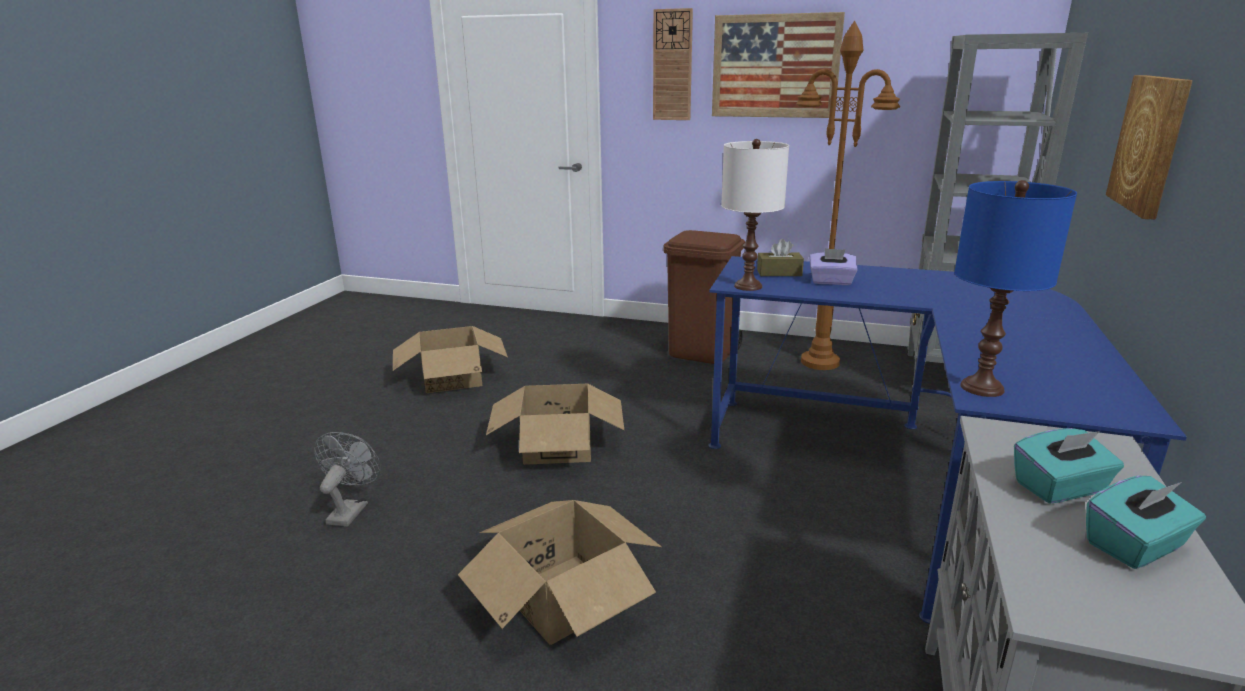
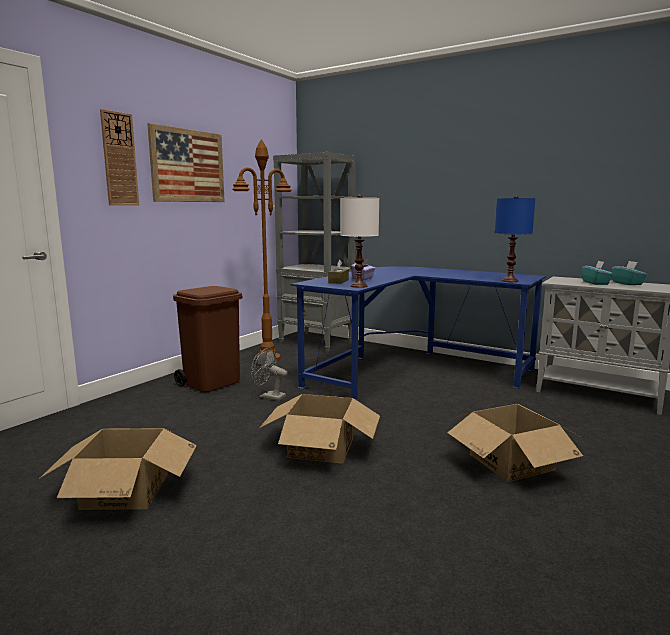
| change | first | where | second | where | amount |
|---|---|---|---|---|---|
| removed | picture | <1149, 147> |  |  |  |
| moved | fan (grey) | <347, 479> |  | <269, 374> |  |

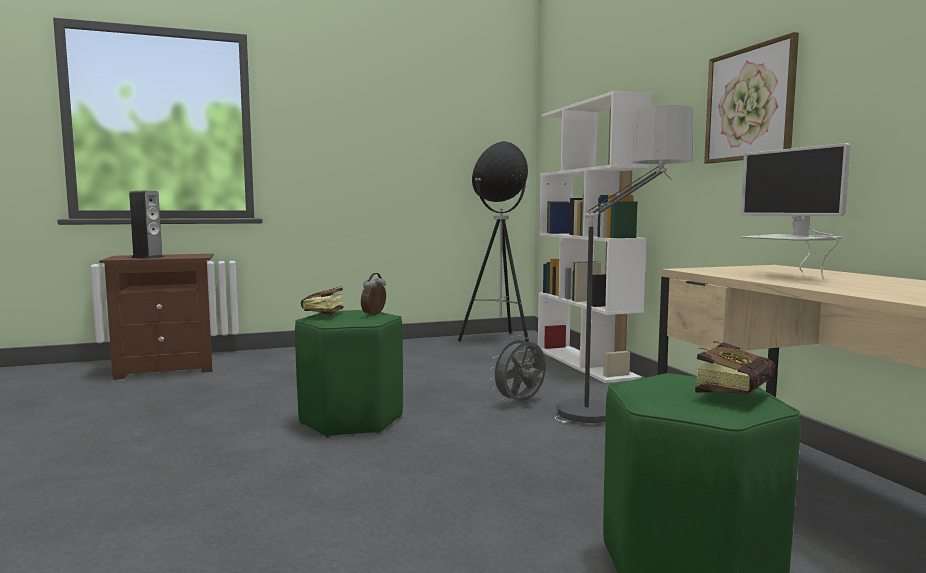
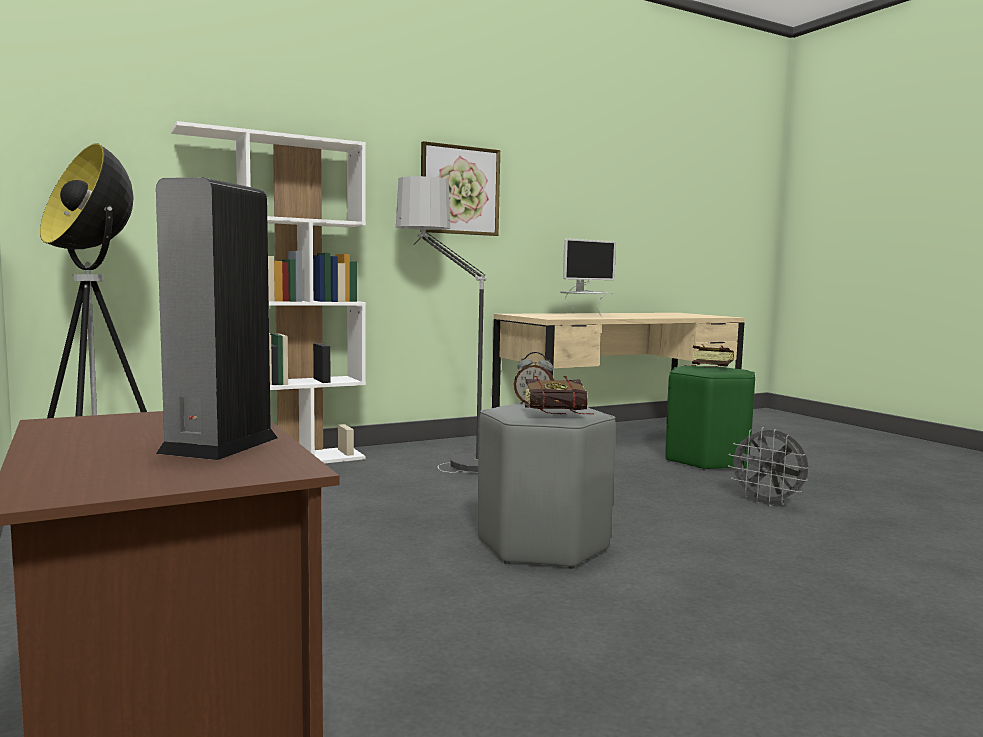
| change | first | where | second | where | amount |
|---|---|---|---|---|---|
| moved | fan (grey) | <518, 369> |  | <768, 467> |  |
| recoloured | stool (green) | <349, 374> | stool (grey) | <547, 485> |  |

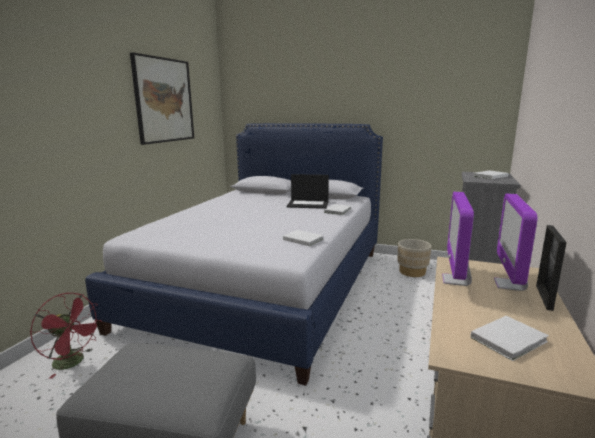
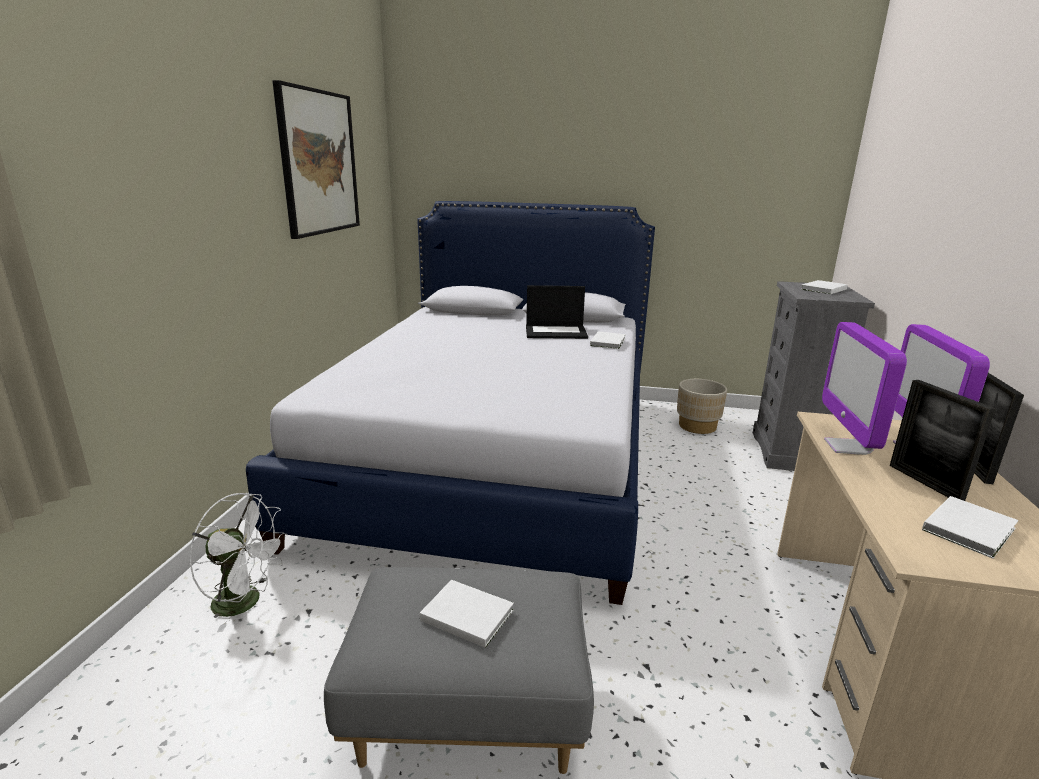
| change | first | where | second | where | amount |
|---|---|---|---|---|---|
| added |  |  | picture frame | <943, 440> |  |
| moved | book (white) | <303, 238> |  | <467, 614> |  |
| recoloured | fan (red) | <66, 336> | fan (white) | <238, 562> |  |

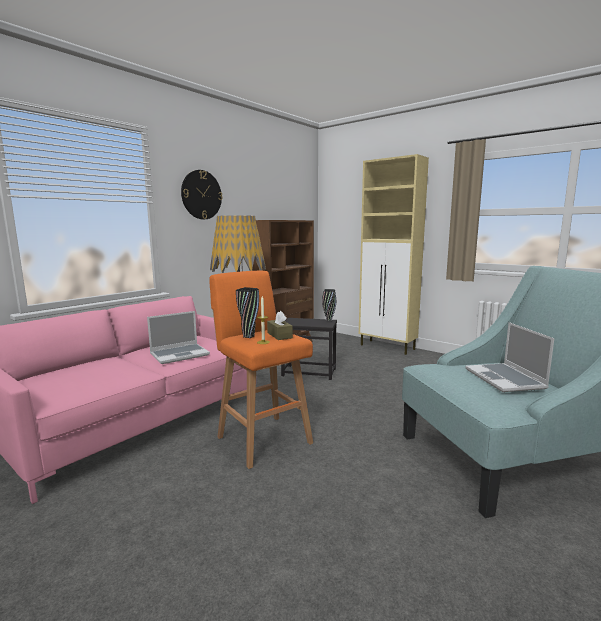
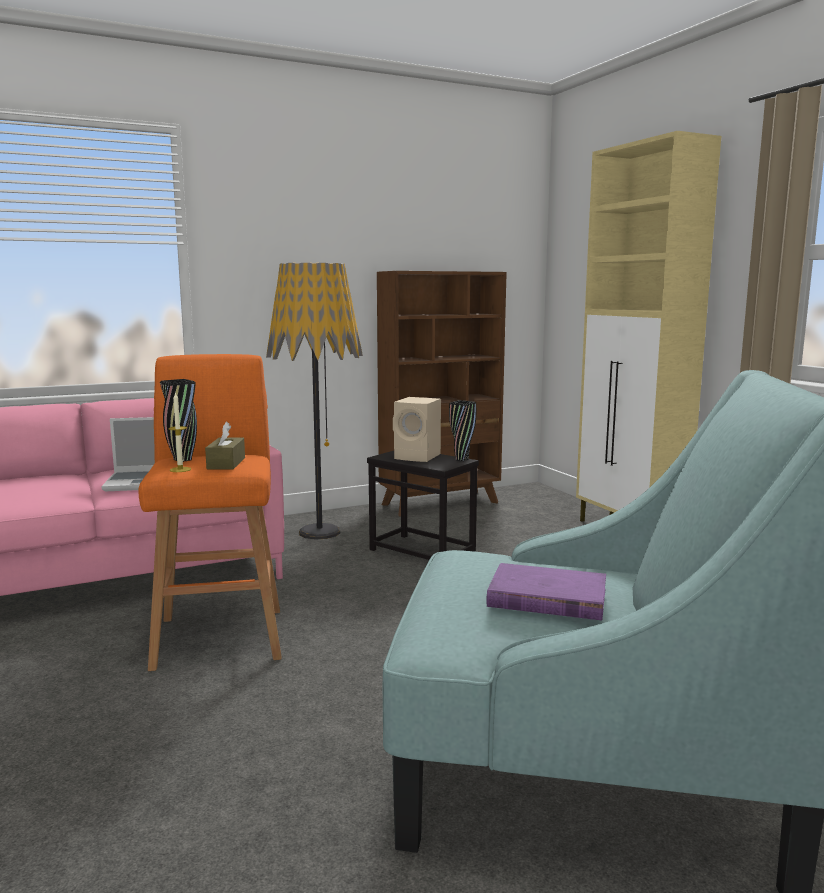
| change | first | where | second | where | amount |
|---|---|---|---|---|---|
| removed | wall clock | <202, 194> |  |  |  |
| added |  |  | speaker (beige) | <417, 429> |  |
| replaced | laptop | <510, 357> | book (purple) | <546, 591> |  |

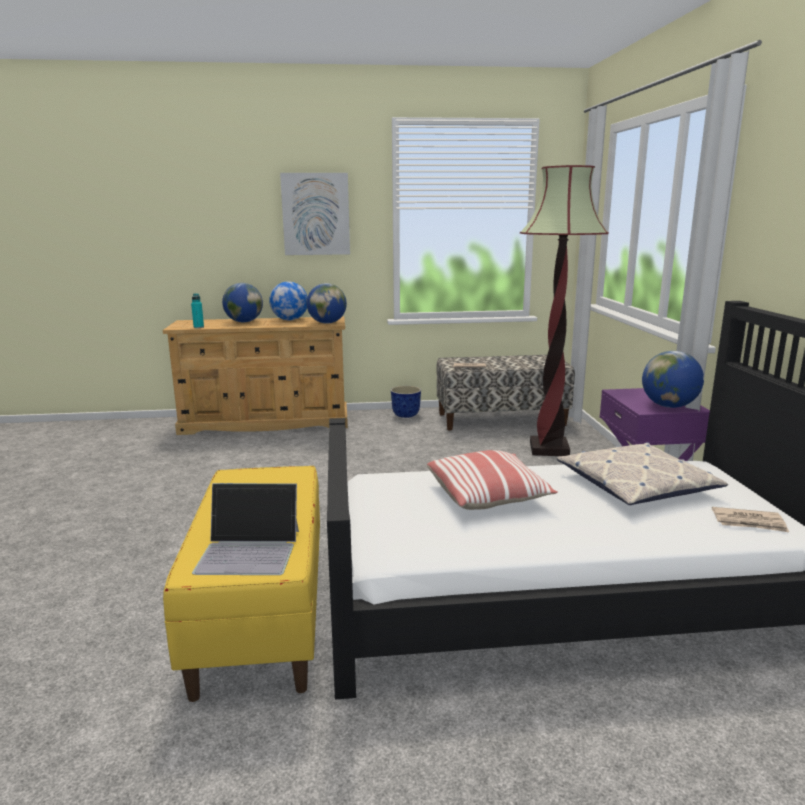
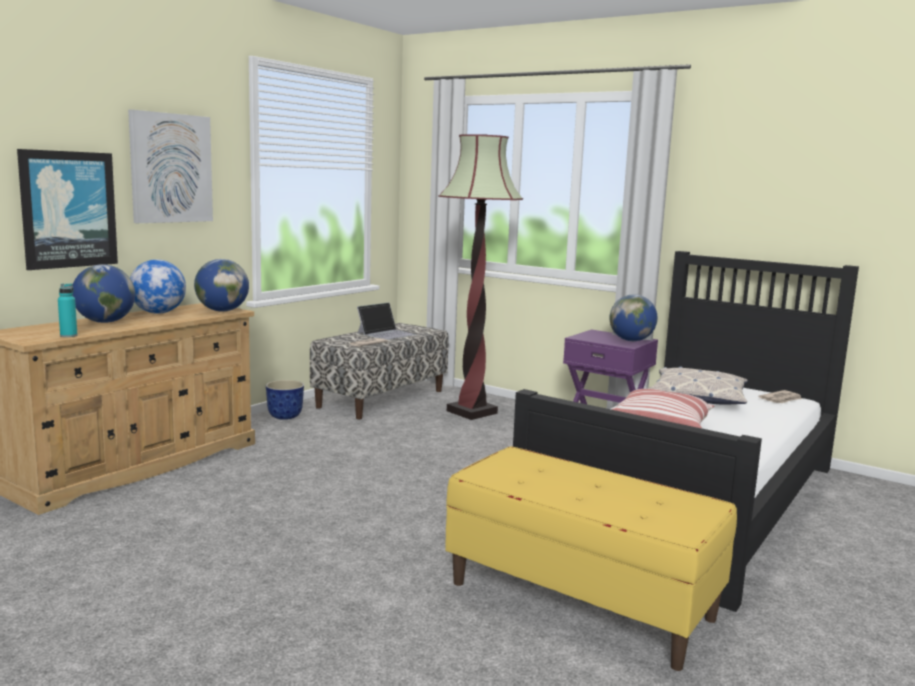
| change | first | where | second | where | amount |
|---|---|---|---|---|---|
| added |  |  | picture | <67, 209> |  |
| moved | laptop | <245, 529> |  | <386, 321> |  |

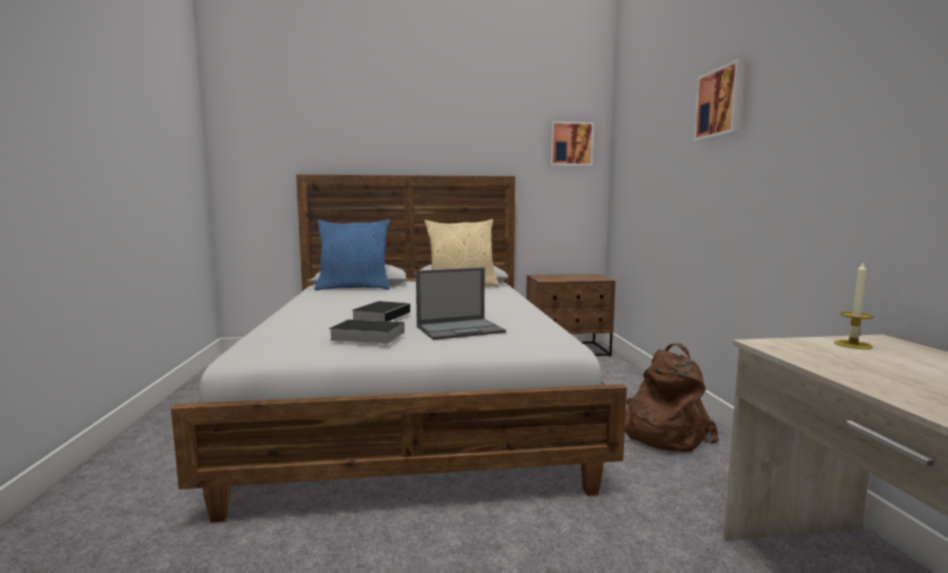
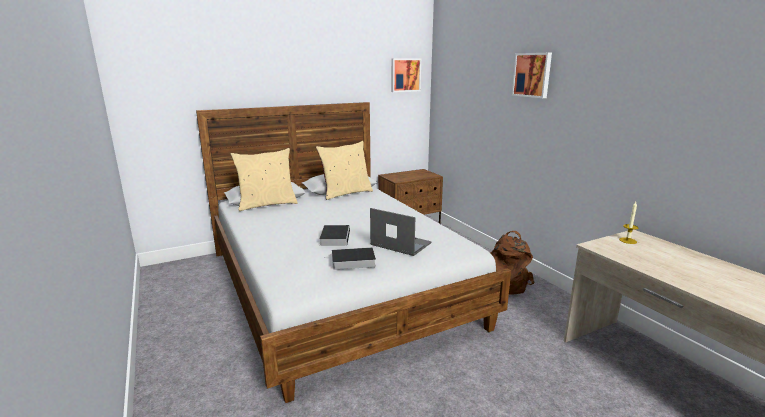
| change | first | where | second | where | amount |
|---|---|---|---|---|---|
| recoloured | pillow (blue) | <352, 255> | pillow (beige) | <264, 179> |  |
| turned | laptop | <461, 304> |  | <401, 232> | 105 degrees counterclockwise |

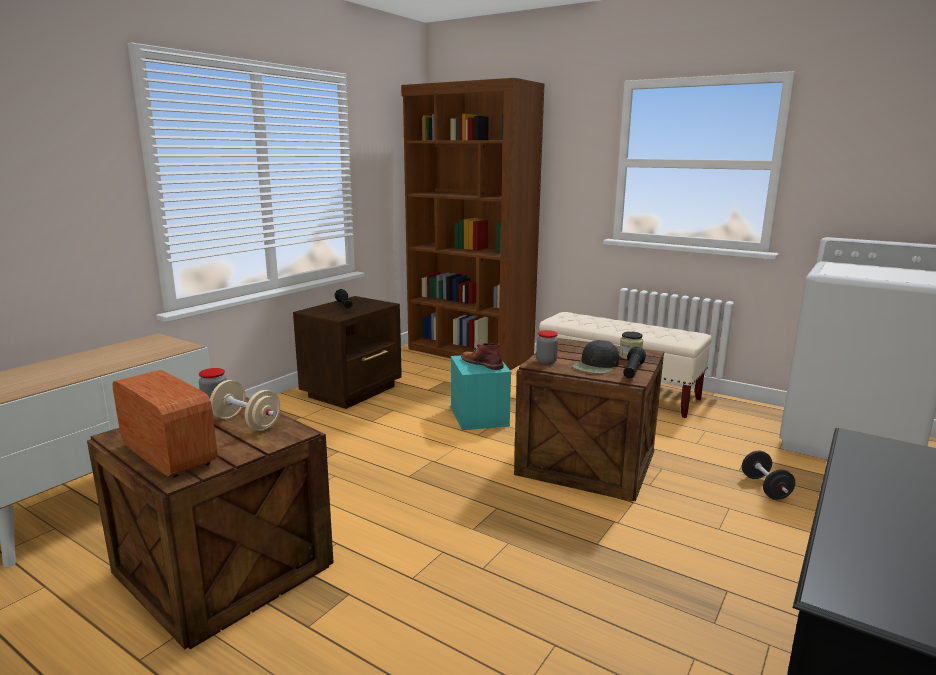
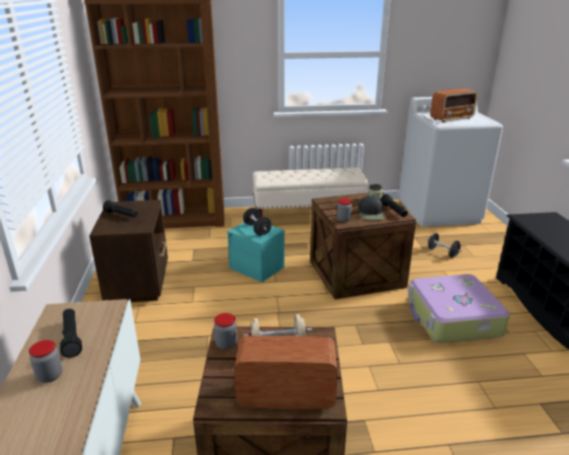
| change | first | where | second | where | amount |
|---|---|---|---|---|---|
| added |  |  | jar | <46, 361> |  |
| added |  |  | flashlight (black) | <71, 333> |  |
| added |  |  | suitcase | <458, 308> |  |
| added |  |  | radio | <454, 105> |  |
| replaced | boot (brown) | <482, 356> | dumbbell (black) | <257, 222> |  |

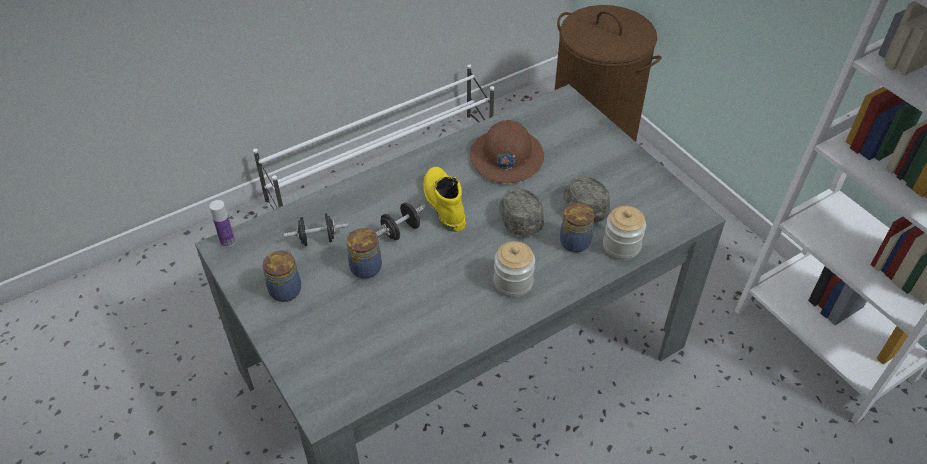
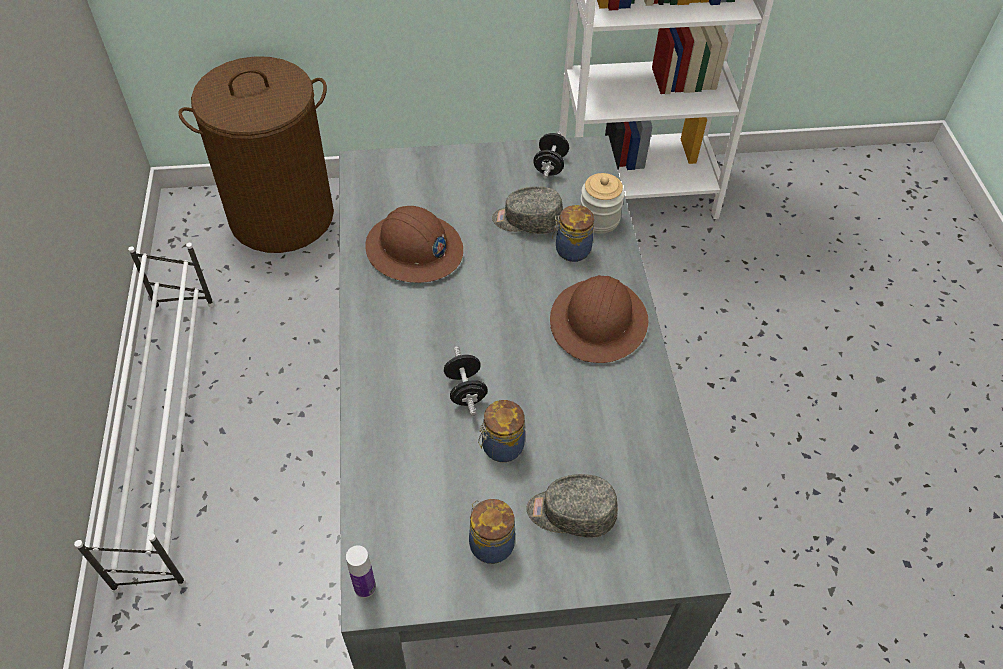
| change | first | where | second | where | amount |
|---|---|---|---|---|---|
| removed | boot (yellow) | <444, 199> |  |  |  |
| moved | dumbbell (black) | <316, 229> |  | <551, 155> |  |
| moved | cap (grey) | <521, 212> |  | <572, 506> |  |
| replaced | jar | <514, 269> | hard hat (brown) | <599, 319> |  |

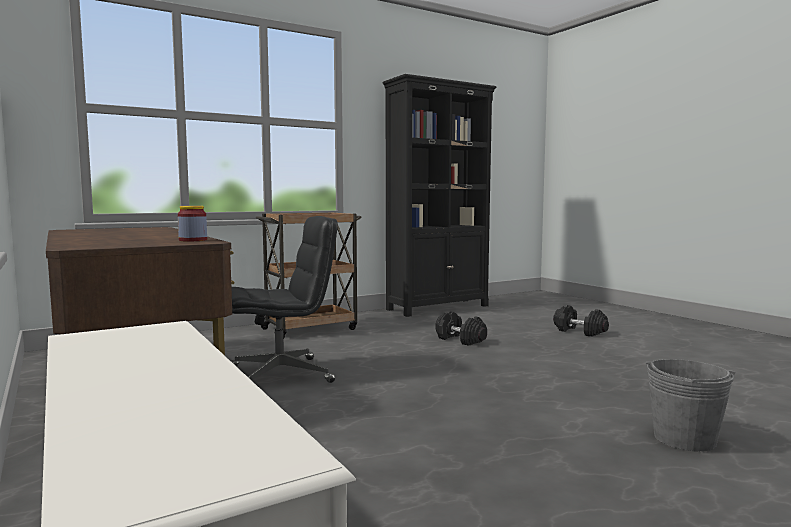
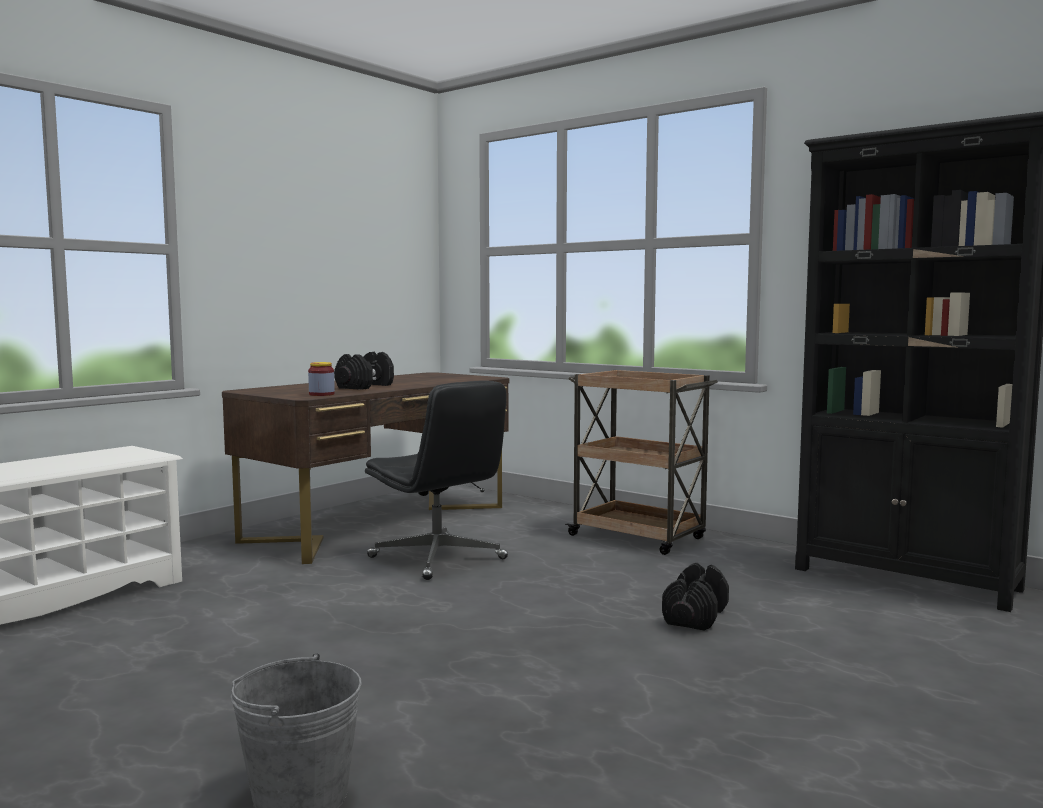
| change | first | where | second | where | amount |
|---|---|---|---|---|---|
| moved | dumbbell (black) | <581, 321> |  | <364, 371> |  |

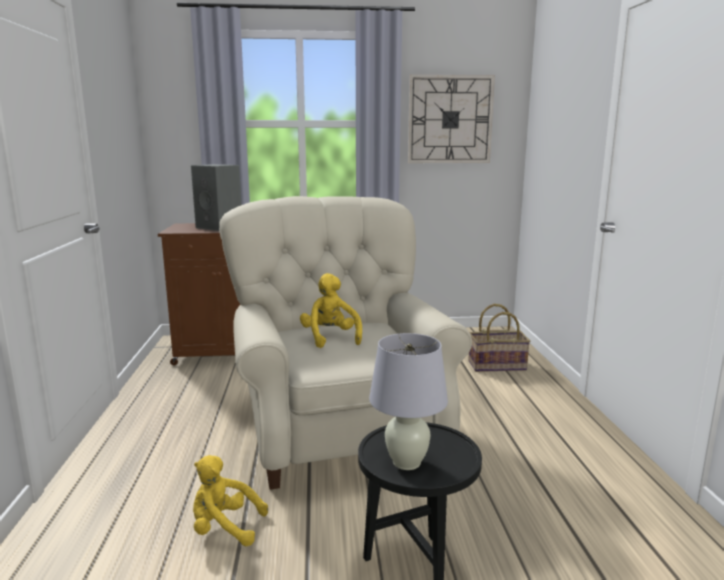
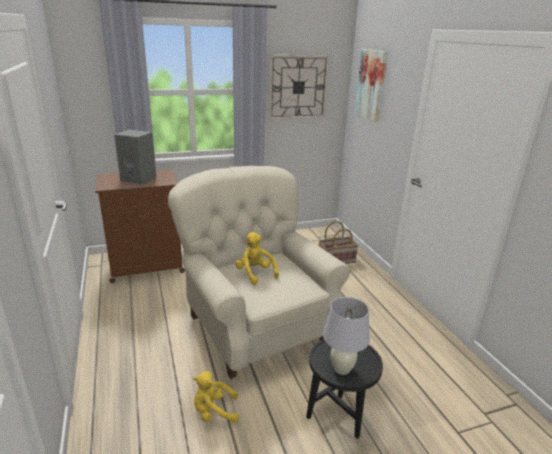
| change | first | where | second | where | amount |
|---|---|---|---|---|---|
| added |  |  | picture | <371, 85> |  |

